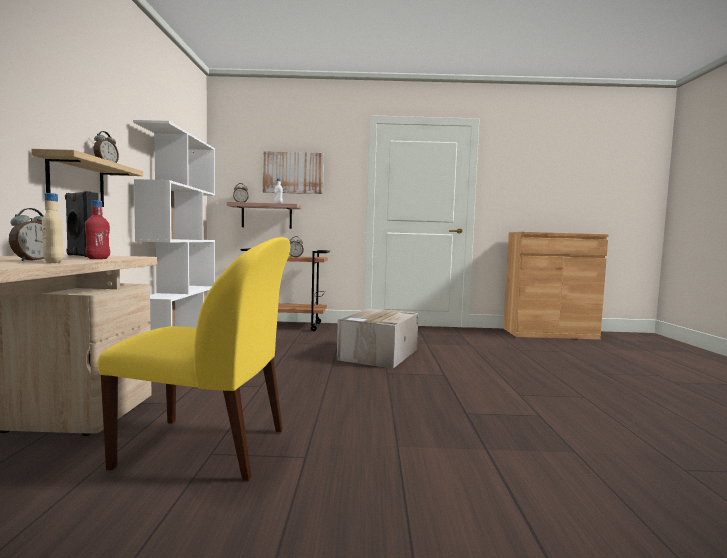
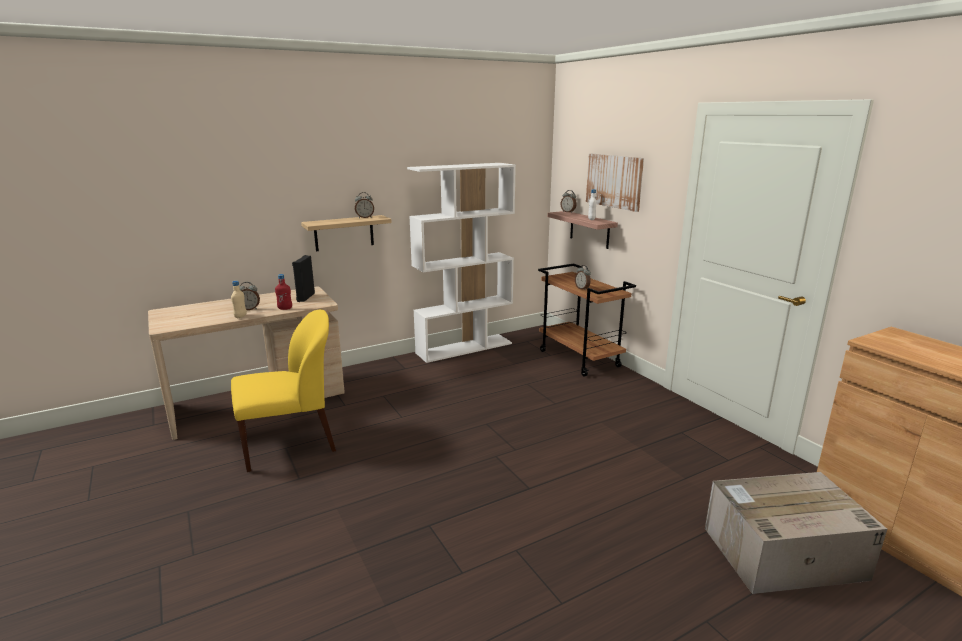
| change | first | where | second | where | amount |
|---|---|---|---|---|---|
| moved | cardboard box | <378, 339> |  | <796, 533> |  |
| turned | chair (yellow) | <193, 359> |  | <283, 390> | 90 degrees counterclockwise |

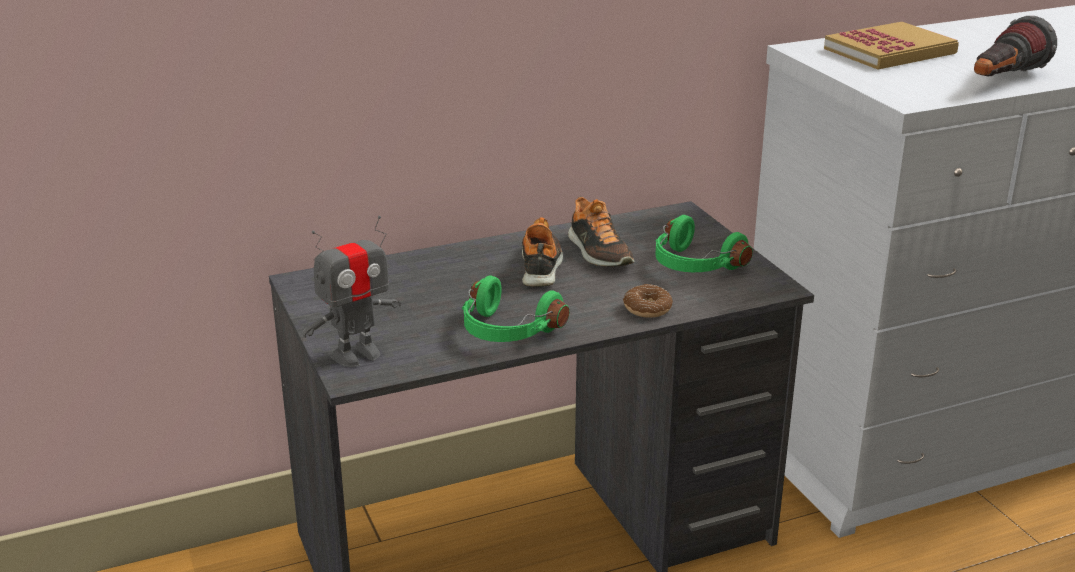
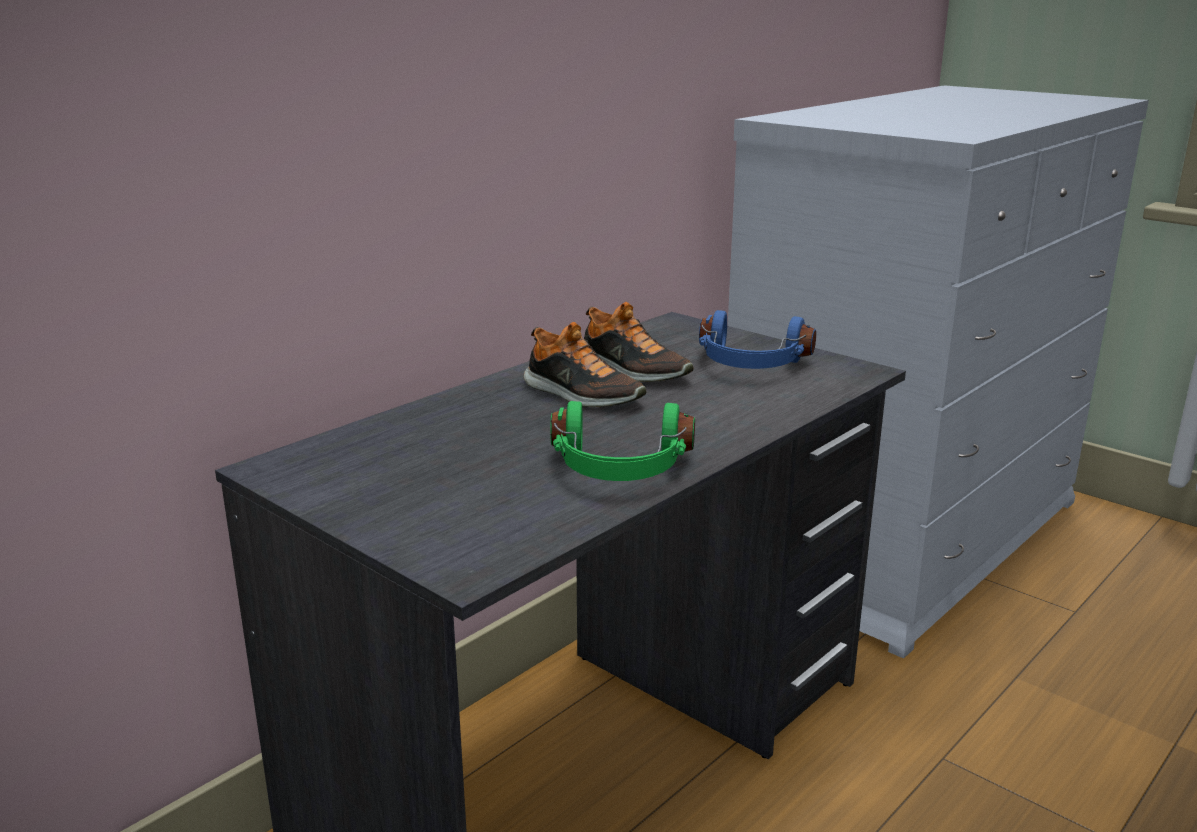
| change | first | where | second | where | amount |
|---|---|---|---|---|---|
| removed | toy robot | <351, 291> |  |  |  |
| removed | donut | <648, 301> |  |  |  |
| removed | book | <891, 46> |  |  |  |
| removed | flashlight | <1015, 46> |  |  |  |
| recoloured | headphones (green) | <704, 243> | headphones (blue) | <757, 339> |  |
| turned | shoe | <542, 252> |  | <585, 364> | 150 degrees clockwise |

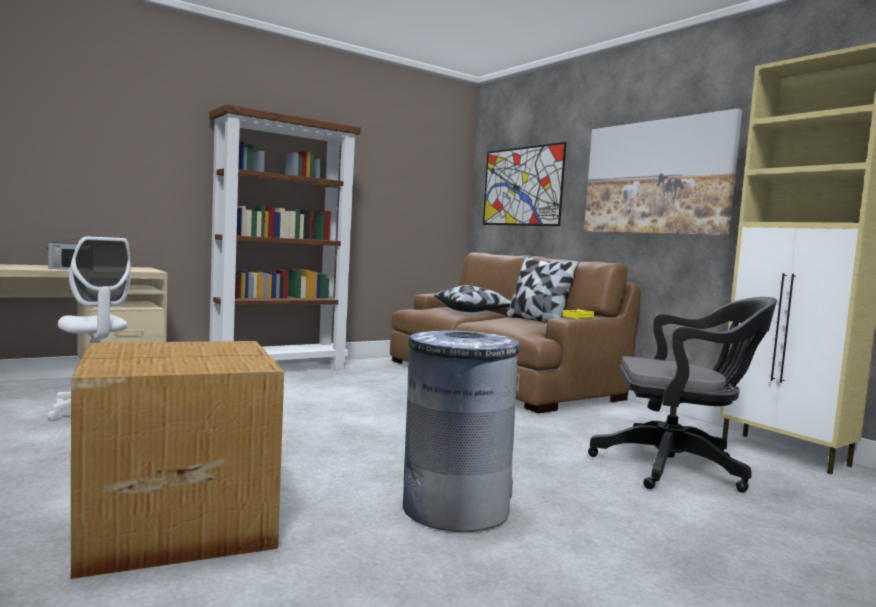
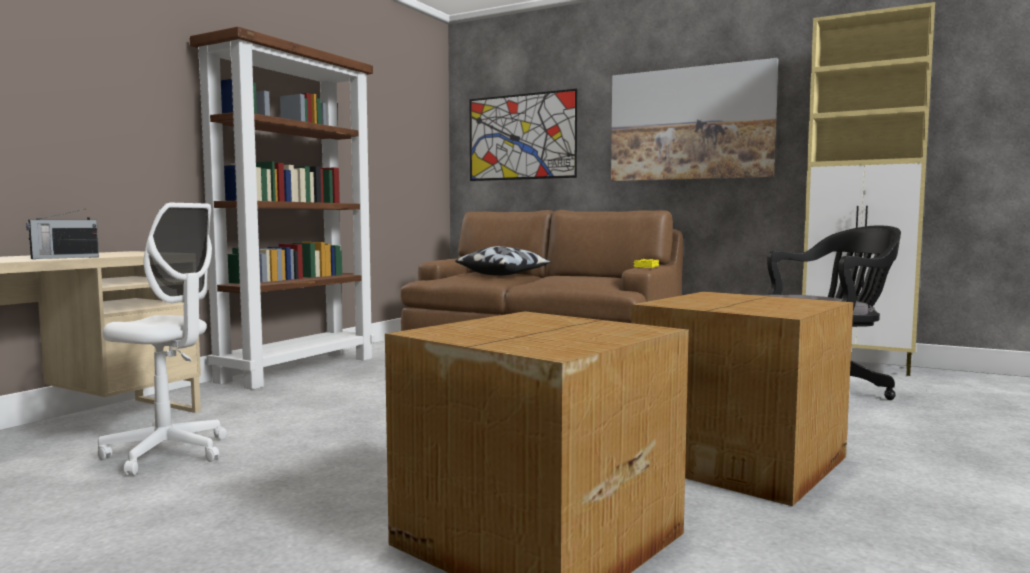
| change | first | where | second | where | amount |
|---|---|---|---|---|---|
| removed | pillow | <542, 289> |  |  |  |
| replaced | trash can (grey) | <461, 431> | cardboard box | <742, 399> |  |

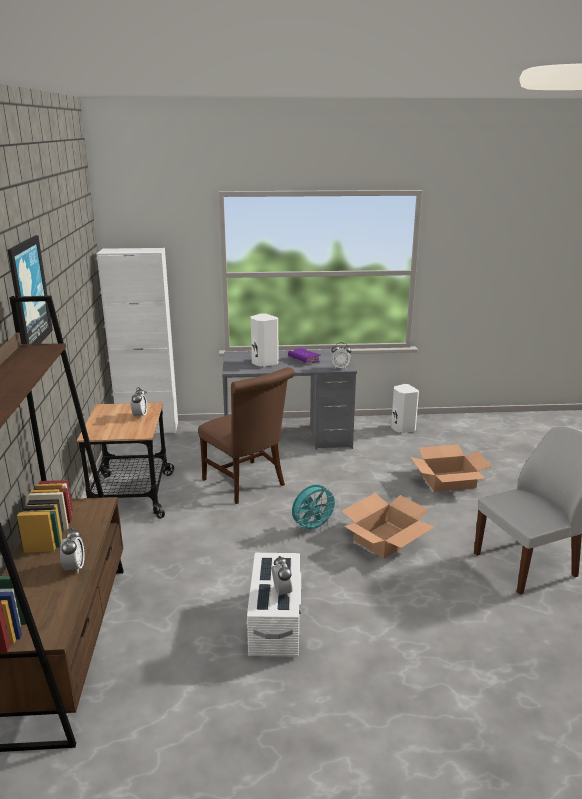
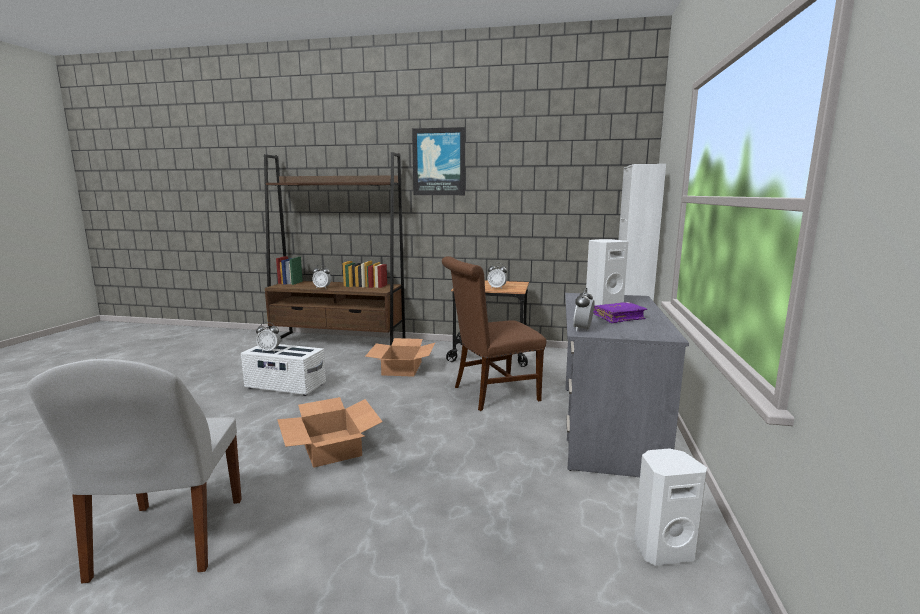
| change | first | where | second | where | amount |
|---|---|---|---|---|---|
| removed | fan (turquoise) | <315, 509> |  |  |  |
| moved | cardboard box | <451, 468> |  | <400, 357> |  |

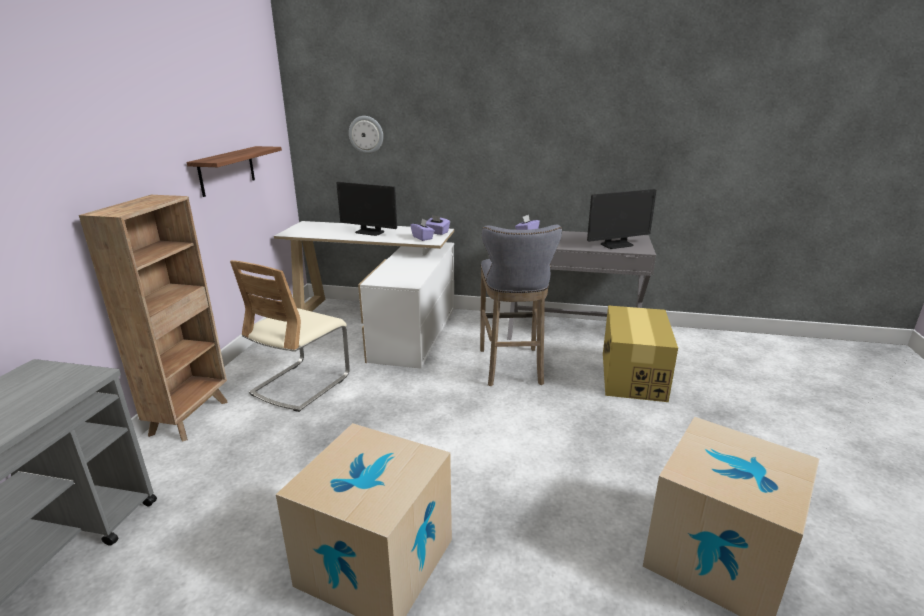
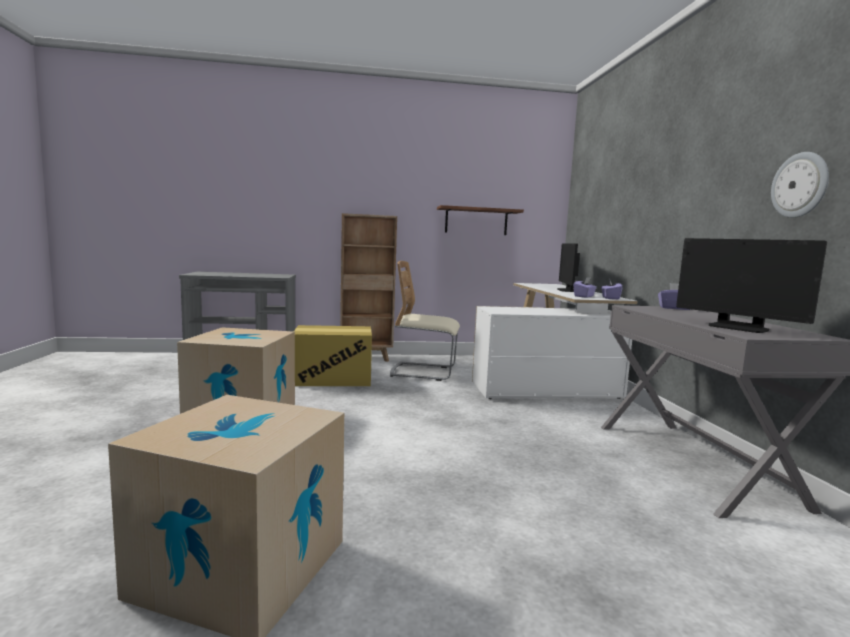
| change | first | where | second | where | amount |
|---|---|---|---|---|---|
| removed | stool (grey) | <521, 305> |  |  |  |
| moved | wall clock | <366, 135> |  | <800, 185> |  |
| moved | cardboard box | <640, 353> |  | <333, 355> |  |

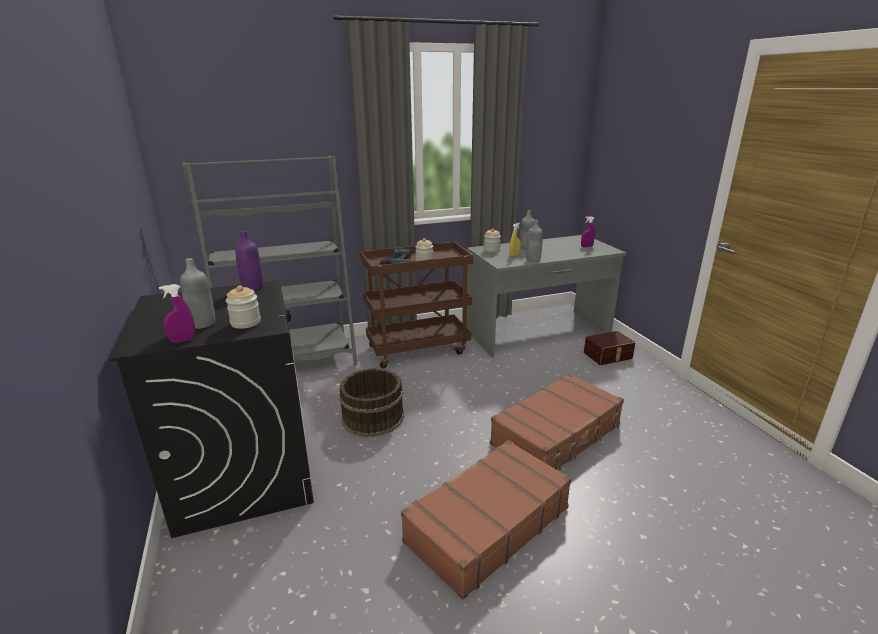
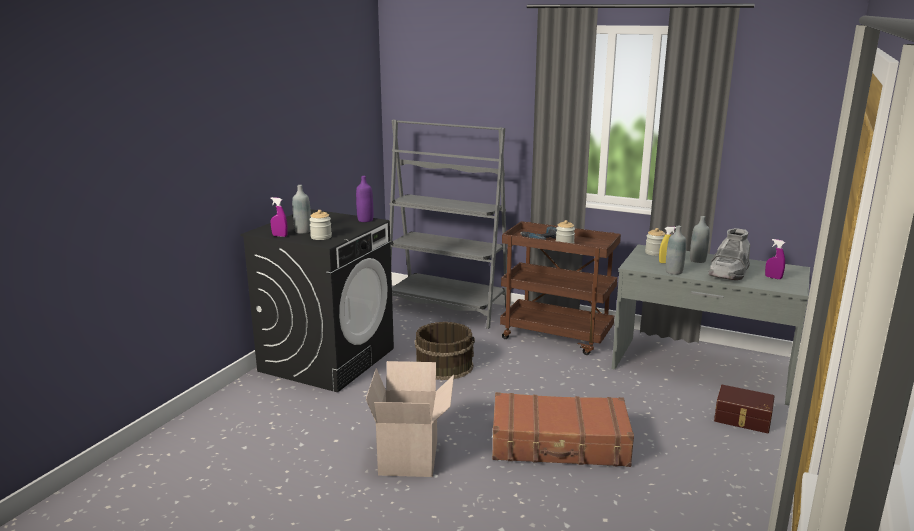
| change | first | where | second | where | amount |
|---|---|---|---|---|---|
| added |  |  | boot (grey) | <729, 254> |  |
| replaced | suitcase (brown) | <486, 520> | cardboard box | <410, 419> |  |

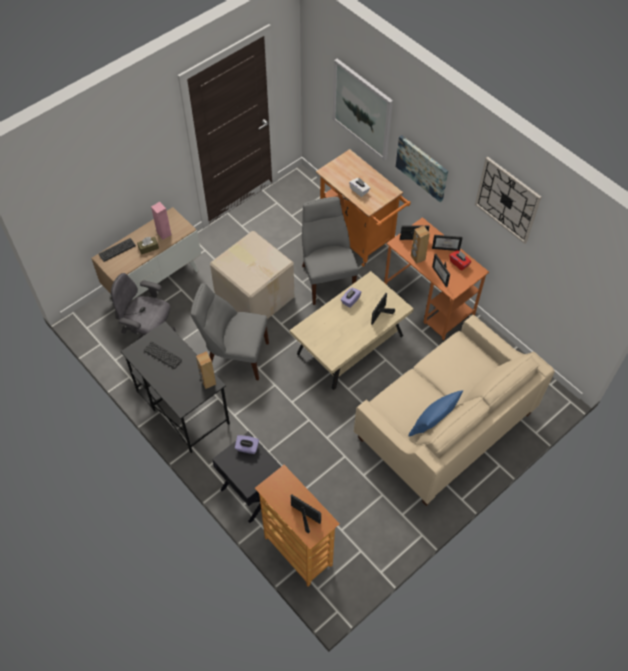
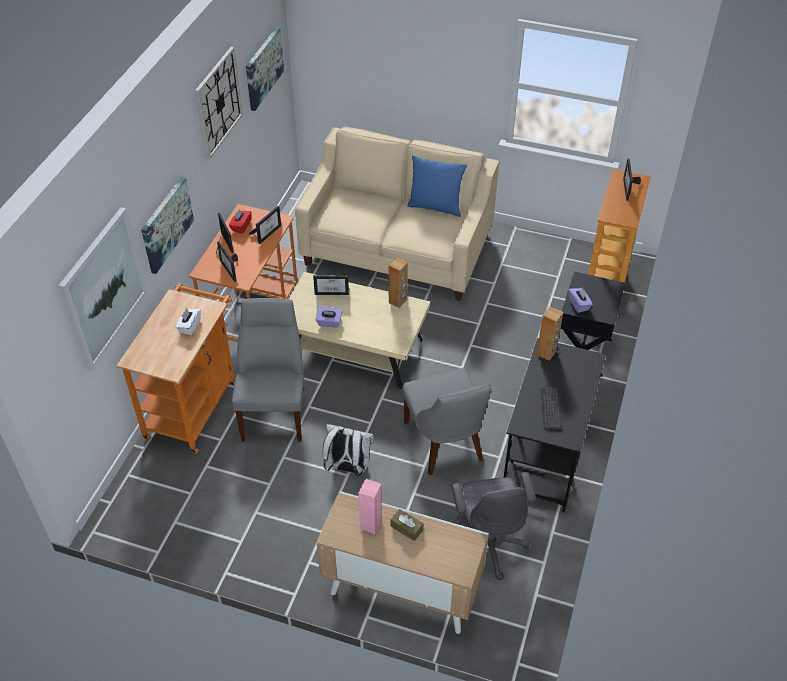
| change | first | where | second | where | amount |
|---|---|---|---|---|---|
| removed | keyboard | <117, 250> |  |  |  |
| added |  |  | picture | <265, 69> |  |
| moved | speaker (brown) | <420, 245> |  | <398, 283> |  |
| replaced | cardboard box | <252, 275> | backpack (white) | <348, 450> |  |
| turned | chair (grey) | <330, 251> |  | <268, 370> | 135 degrees clockwise |

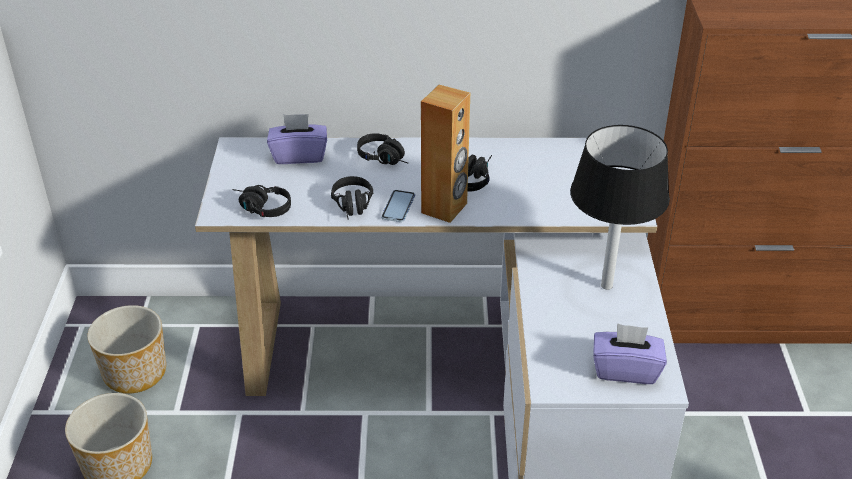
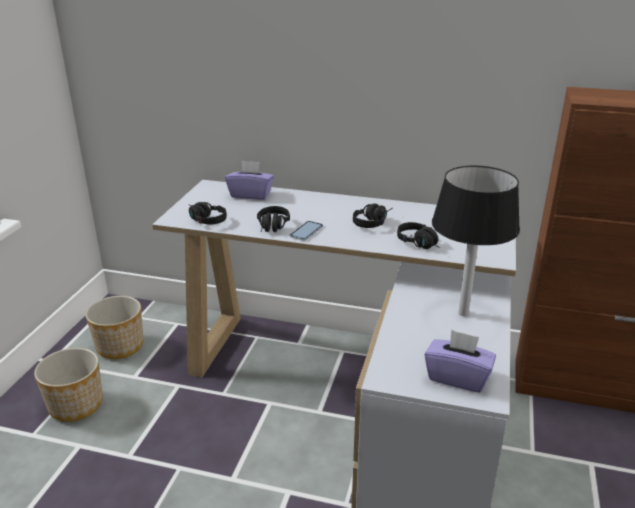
| change | first | where | second | where | amount |
|---|---|---|---|---|---|
| removed | speaker (brown) | <445, 154> |  |  |  |
| moved | headphones (black) | <382, 149> |  | <418, 235> |  |

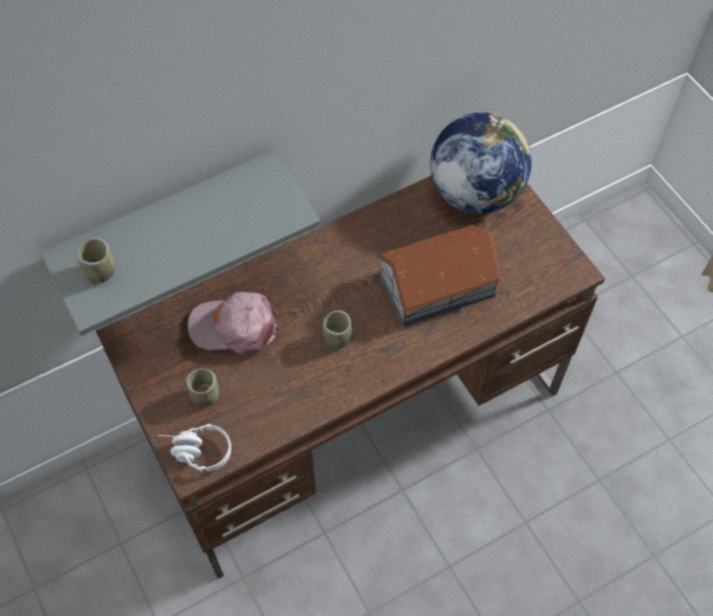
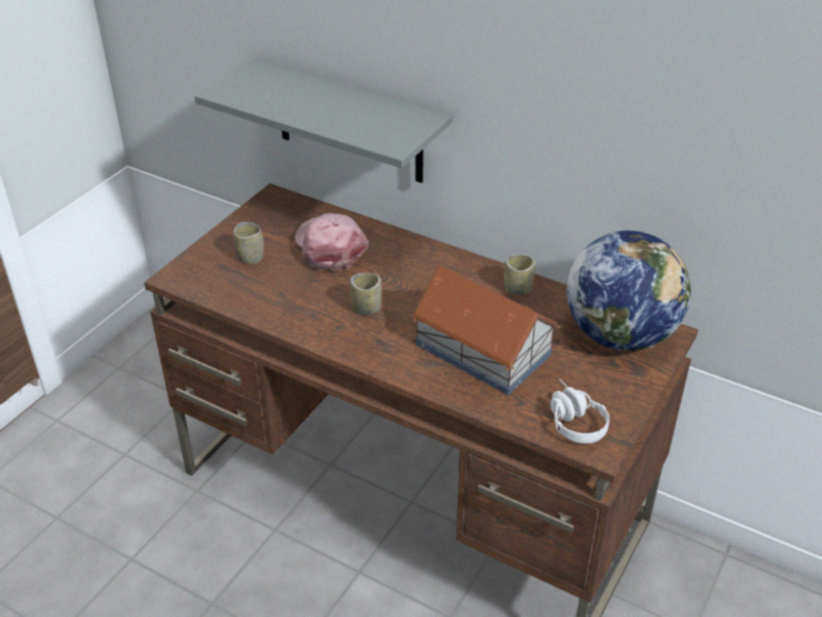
| change | first | where | second | where | amount |
|---|---|---|---|---|---|
| moved | cup | <95, 261> |  | <519, 274> |  |
| moved | headphones (white) | <194, 448> |  | <580, 411> |  |

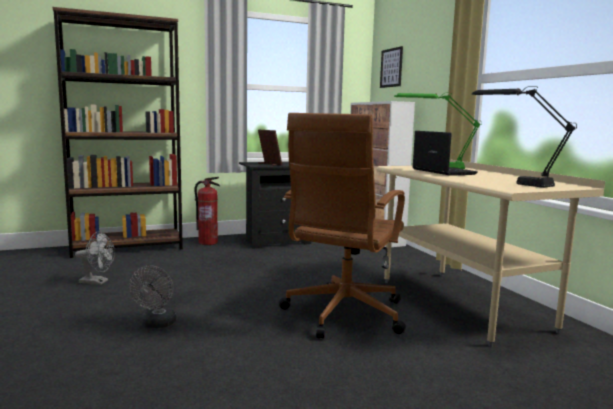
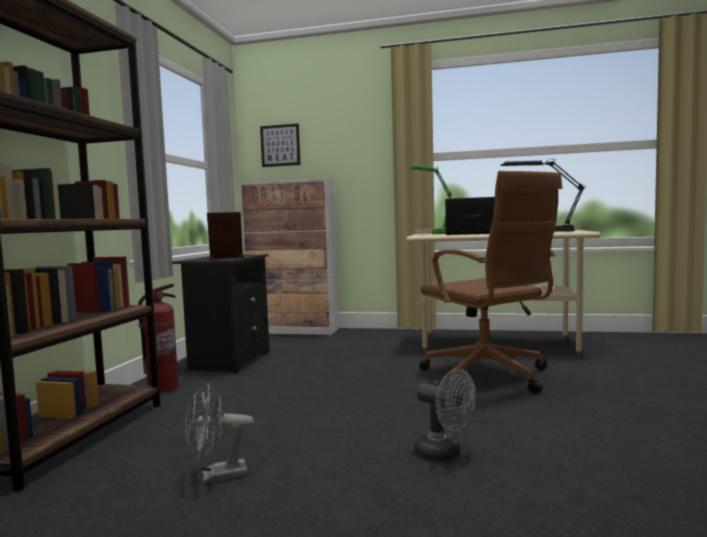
| change | first | where | second | where | amount |
|---|---|---|---|---|---|
| turned | fan (grey) | <95, 258> |  | <219, 433> | 150 degrees counterclockwise |

